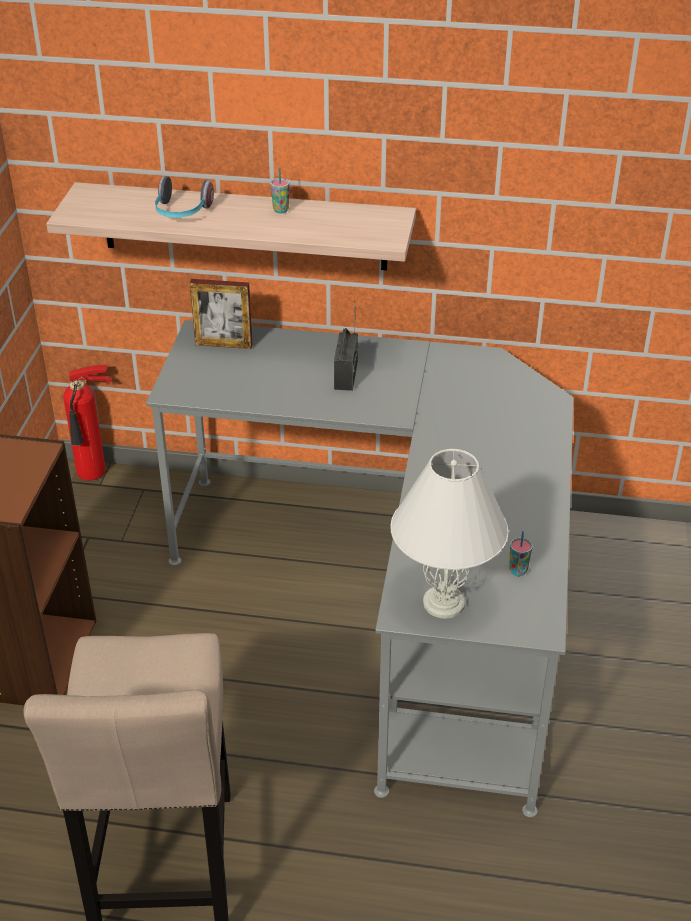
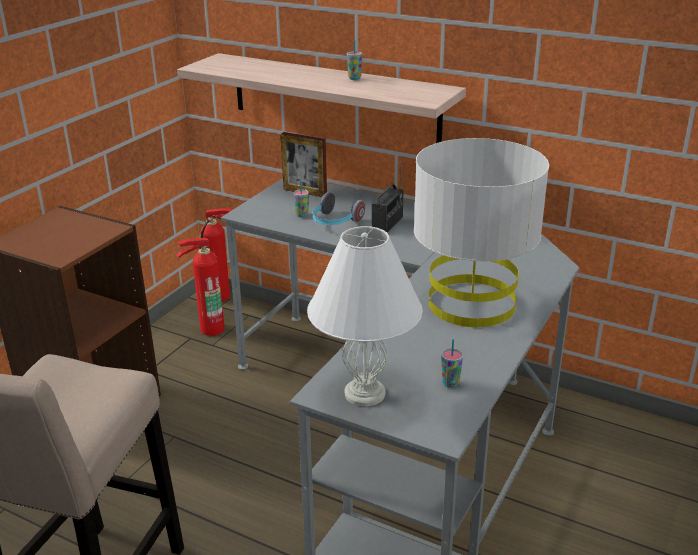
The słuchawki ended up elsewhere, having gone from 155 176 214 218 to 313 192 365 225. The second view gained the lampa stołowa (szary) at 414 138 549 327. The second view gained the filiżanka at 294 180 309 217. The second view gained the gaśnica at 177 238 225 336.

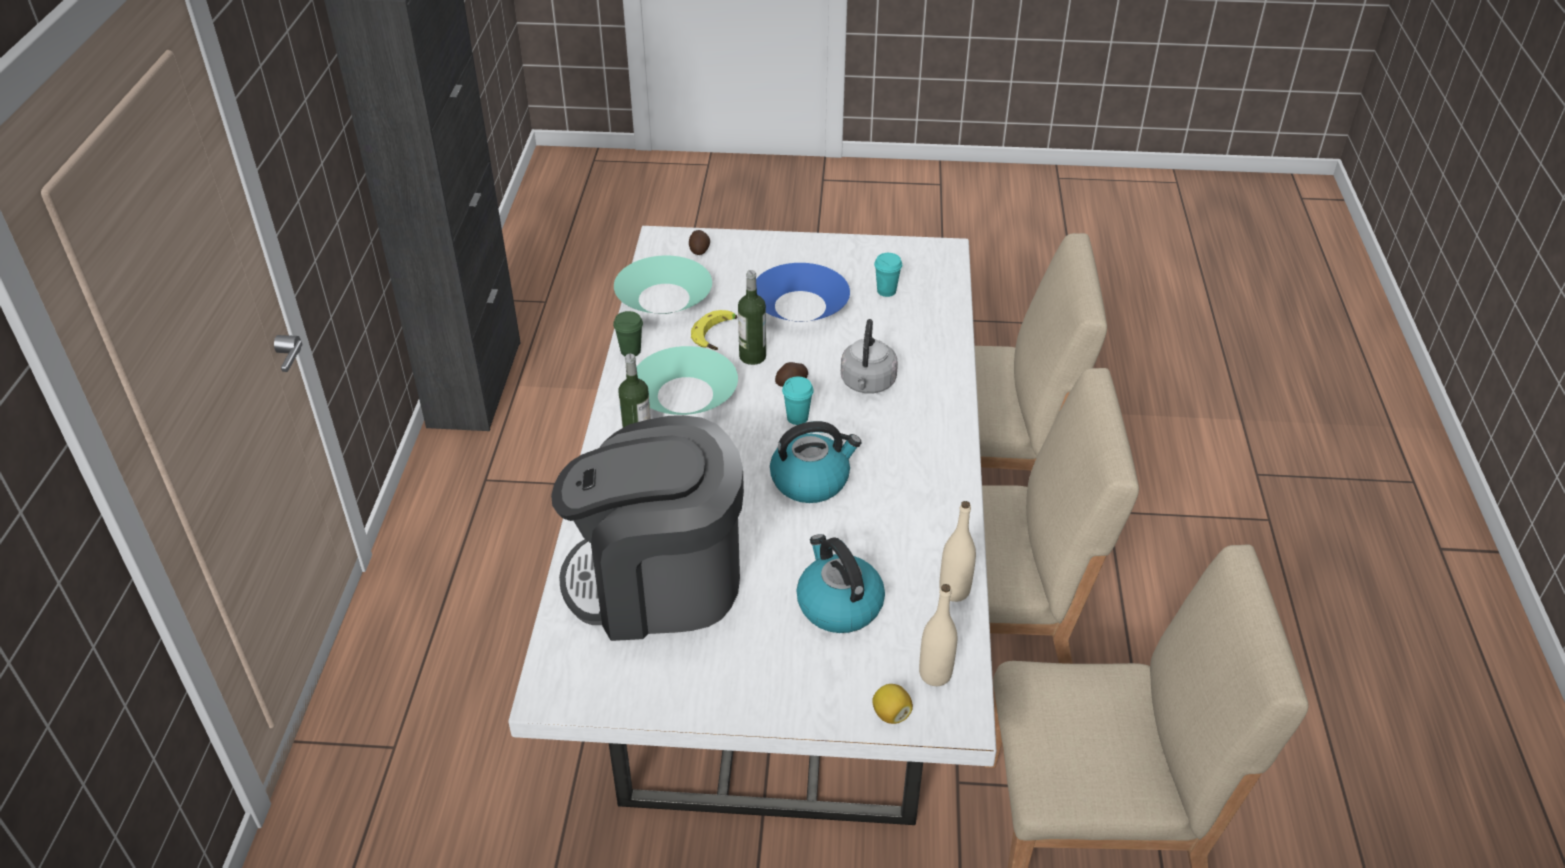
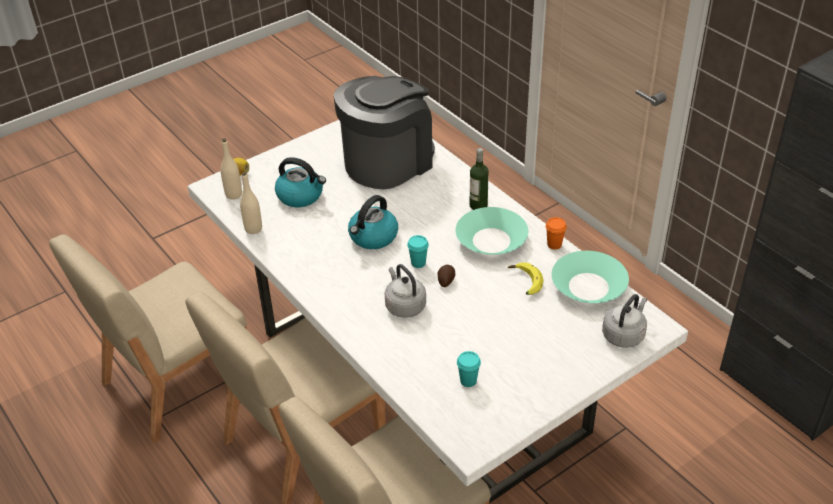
Where the ziemniak stood at 689 230 710 255, the czajnik (szary) came to stand at 602 294 647 348. The second view lost the miska (niebieski) at 756 263 850 322. The second view lost the butelka at 738 270 766 365. What was the filiżanka (zielony) at 613 311 643 356 turned into the filiżanka (pomarańczowy) at 546 217 567 250.

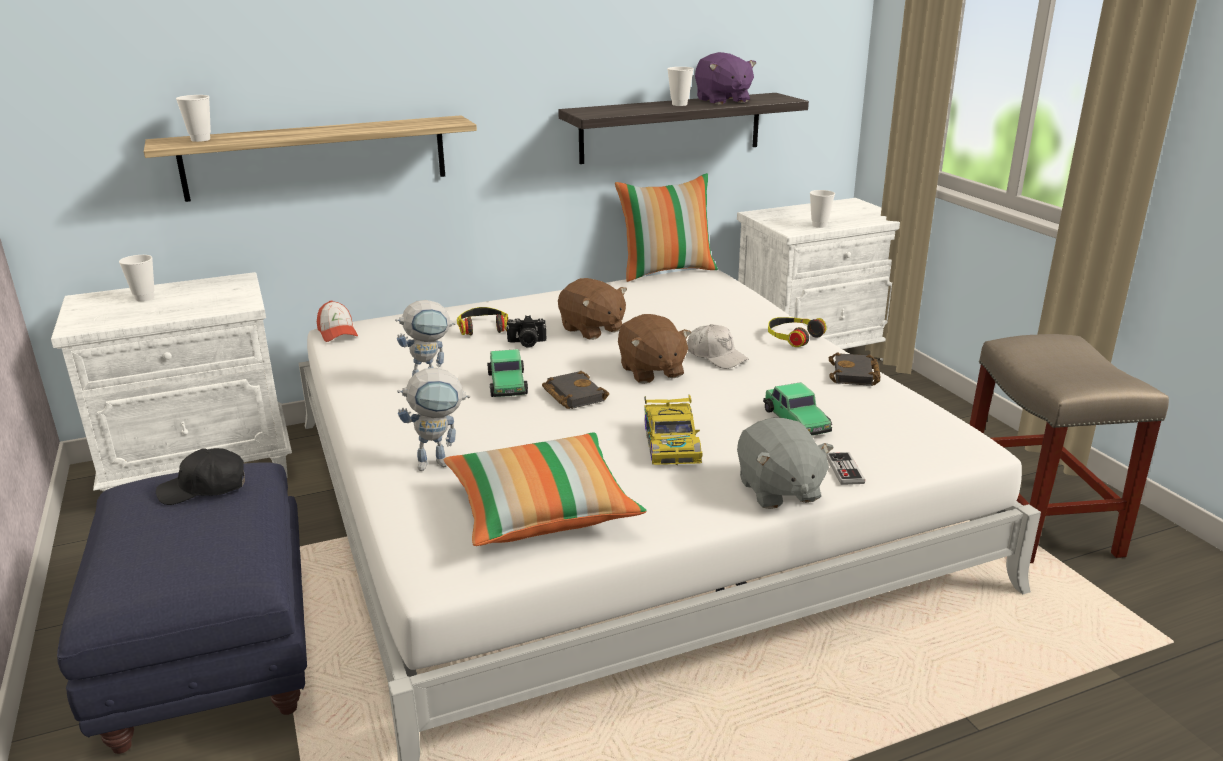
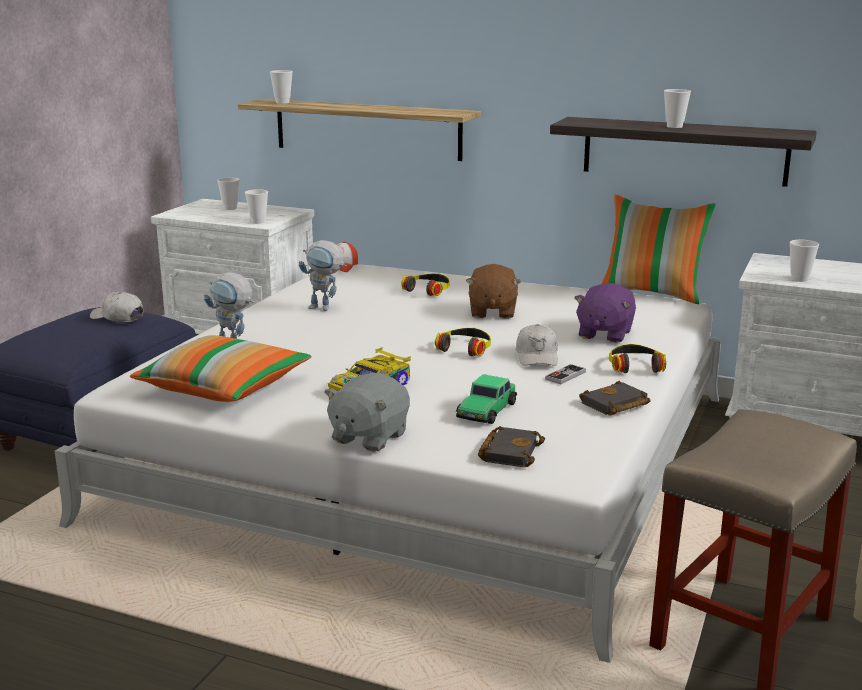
The pluszak (fioletowy) ended up elsewhere, having gone from 695 52 756 105 to 574 283 636 343. Where the pluszak (brązowy) stood at 618 314 691 384, the słuchawki came to stand at 435 328 491 356. The second view lost the aparat fotograficzny at 506 315 546 348. The second view lost the samochodzik at 487 349 528 397. The książka (czarny) ended up elsewhere, having gone from 542 371 609 409 to 478 426 545 467. What was the czapka z daszkiem (czarny) at 156 448 245 505 turned into the czapka z daszkiem (biały) at 90 291 144 322. The pad do gier ended up elsewhere, having gone from 827 452 865 485 to 545 364 586 384. The second view gained the filiżanka at 245 189 268 224.

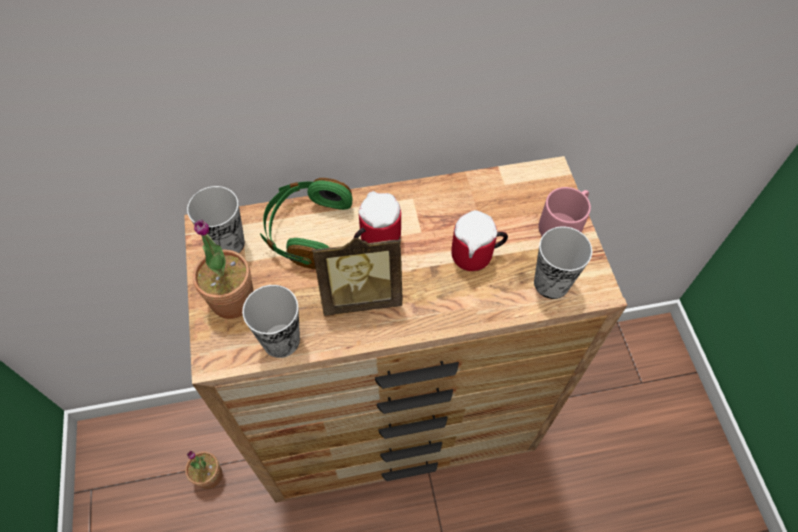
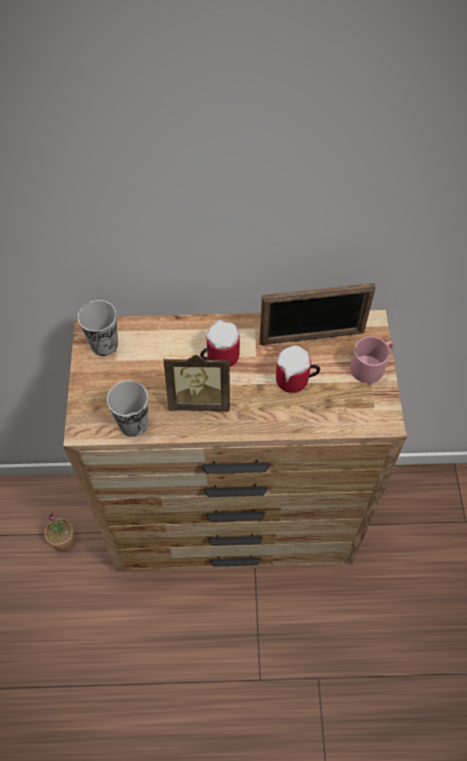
The second view lost the słuchawki (zielony) at 260 178 353 269. The second view lost the roślina doniczkowa at 193 219 254 319. The second view lost the filiżanka at 534 226 592 299. The second view gained the ramka na zdjęcie at 259 283 376 345.

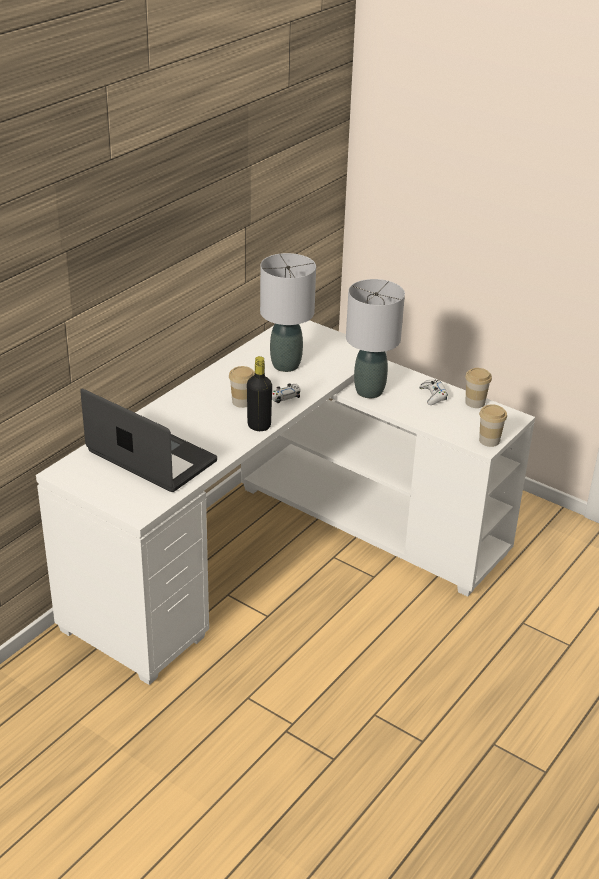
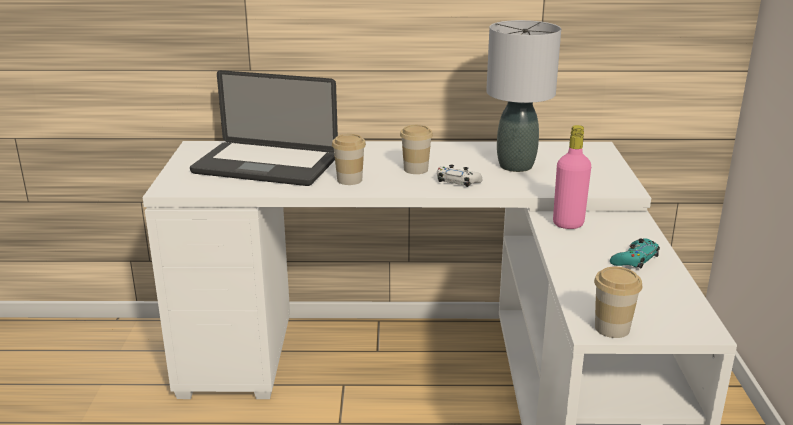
Where the lampa stołowa (szary) stood at 346 279 405 398, the butelka (różowy) came to stand at 553 125 591 229. The second view lost the butelka (czarny) at 247 356 272 431. The filiżanka ended up elsewhere, having gone from 465 368 492 408 to 332 134 366 185. What was the pad do gier (biały) at 420 379 448 405 turned into the pad do gier (turkusowy) at 610 238 660 269. The laptop at 80 389 217 492 ended up facing another way, 105 degrees clockwise from before.

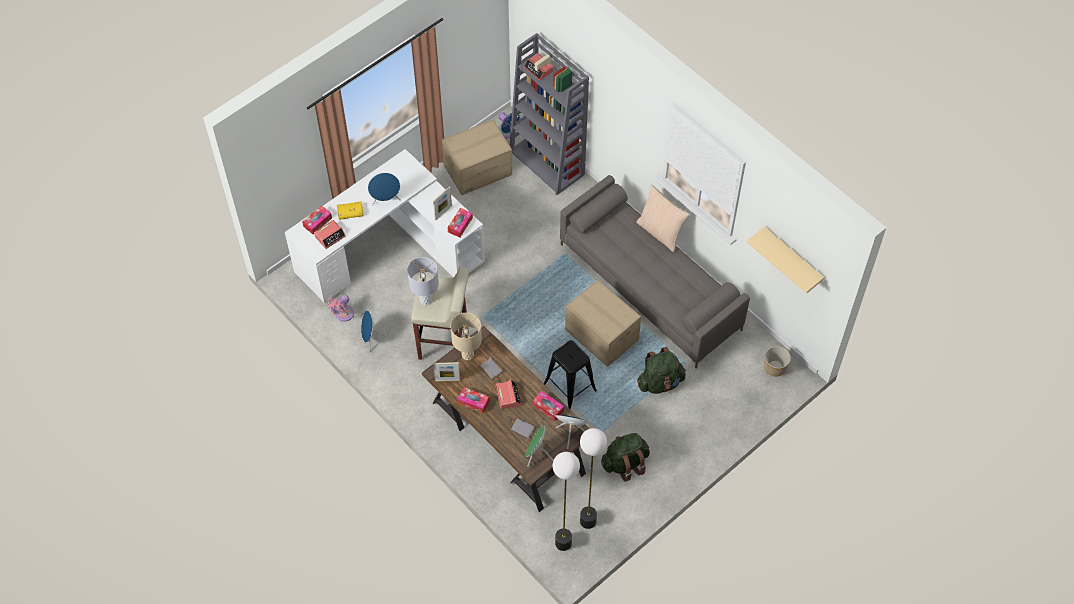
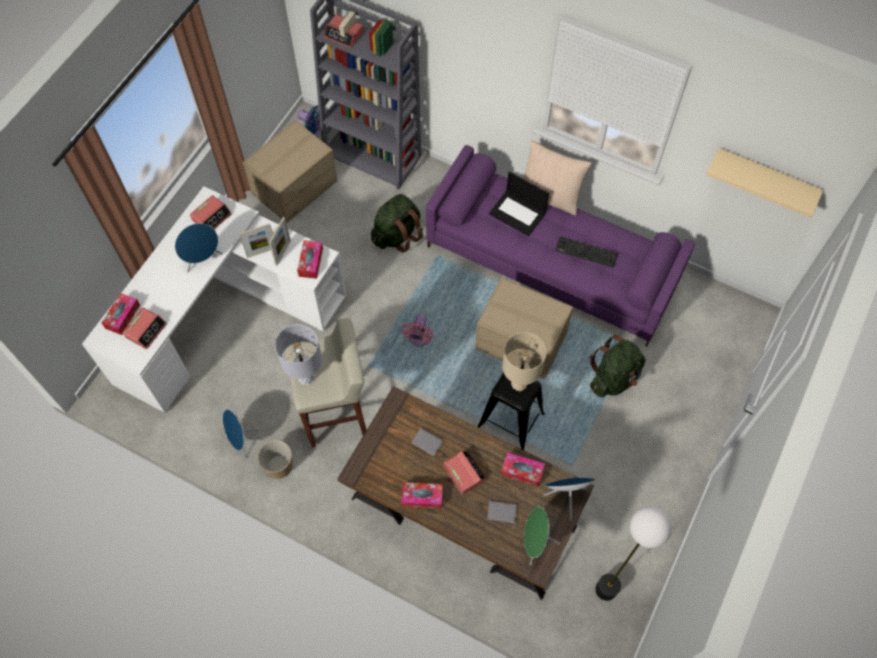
What was the kanapa (szary) at 560 175 750 368 turned into the kanapa (fioletowy) at 426 145 695 347. The second view lost the książka (żółty) at 337 201 364 220. The wentylator (różowy) ended up elsewhere, having gone from 326 294 354 322 to 401 313 434 346. The lampa stołowa (beżowy) ended up elsewhere, having gone from 450 313 482 360 to 502 332 546 391. The donica ended up elsewhere, having gone from 764 346 791 377 to 257 440 293 479. The ramka na zdjęcie ended up elsewhere, having gone from 433 362 460 382 to 239 223 273 258. The plecak (zielony) ended up elsewhere, having gone from 601 433 650 482 to 371 194 423 253. The second view lost the lampa stojąca at 553 452 580 551. The second view gained the laptop at 489 172 549 236. The second view gained the budzik at 190 195 232 229. The second view gained the klawiatura at 555 237 618 268.

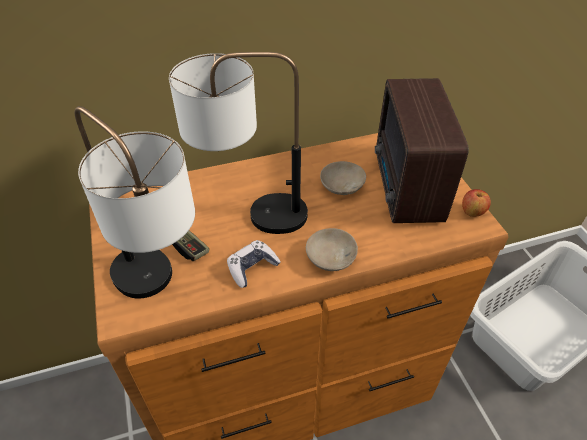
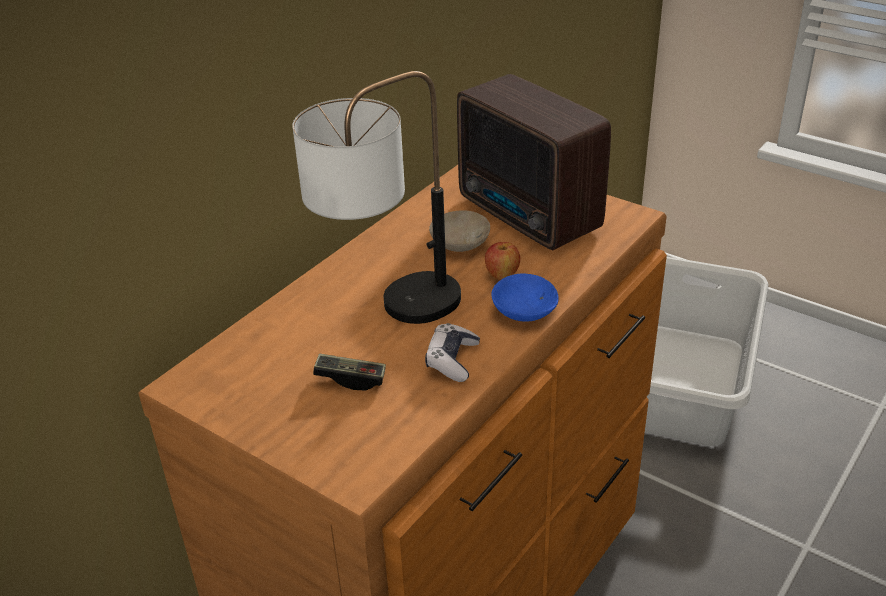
The second view lost the lampa stołowa at 75 106 195 299. The jabłko ended up elsewhere, having gone from 462 189 491 217 to 485 242 520 280. What was the miska (beżowy) at 306 228 358 271 turned into the miska (niebieski) at 491 274 559 322.

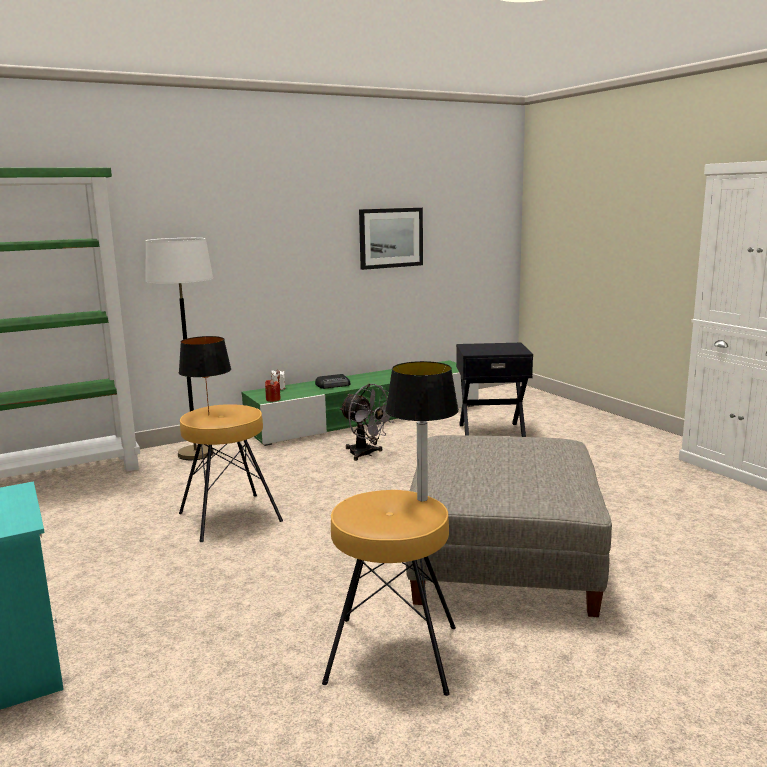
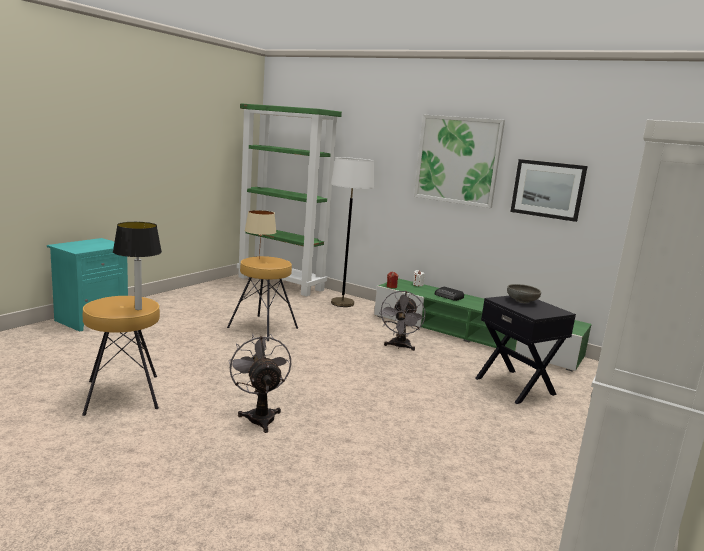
What was the lampa stołowa (czarny) at 179 336 231 414 turned into the lampa stołowa (beżowy) at 245 210 277 259. Where the pufa (szary) stood at 406 435 612 617, the wentylator (szary) came to stand at 228 334 291 433. The second view gained the obraz at 414 114 505 208. The second view gained the miska (szary) at 507 284 541 303.

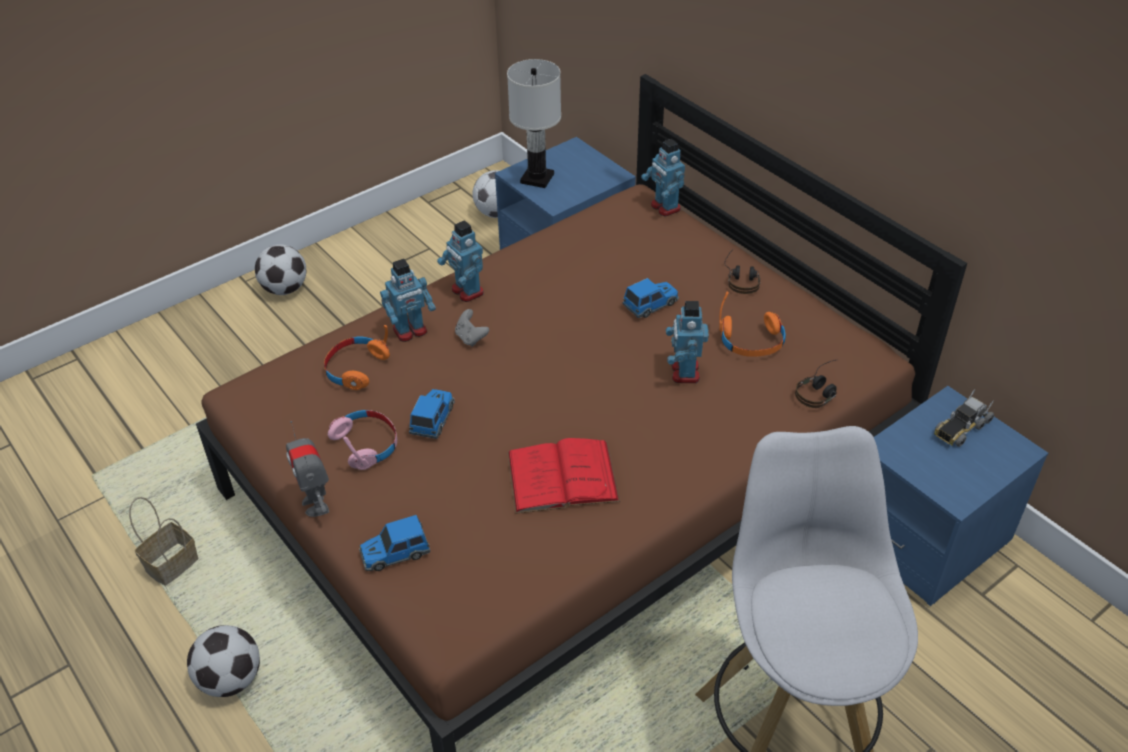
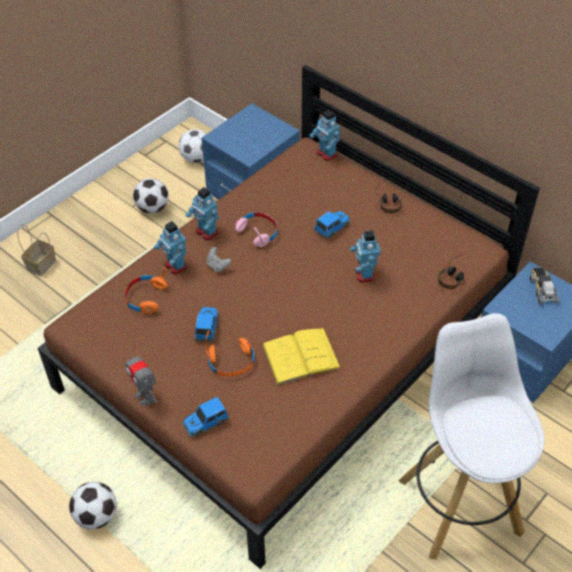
The second view lost the lampa stołowa (biały) at 507 59 561 188. The piłka futbolowa ended up elsewhere, having gone from 255 244 306 295 to 133 178 169 214. The robot zabawkowy at 380 259 436 342 ended up facing another way, 90 degrees clockwise from before. The słuchawki (pomarańczowy) ended up elsewhere, having gone from 719 291 786 357 to 205 330 255 377. The ciężarówka zabawkowa at 934 389 994 447 ended up facing another way, 135 degrees clockwise from before. The słuchawki (różowy) ended up elsewhere, having gone from 328 410 397 470 to 235 212 278 247. What was the książka (czerwony) at 507 438 620 514 turned into the książka (żółty) at 262 328 342 385. The koszyk ended up elsewhere, having gone from 129 497 199 585 to 17 224 56 276.

